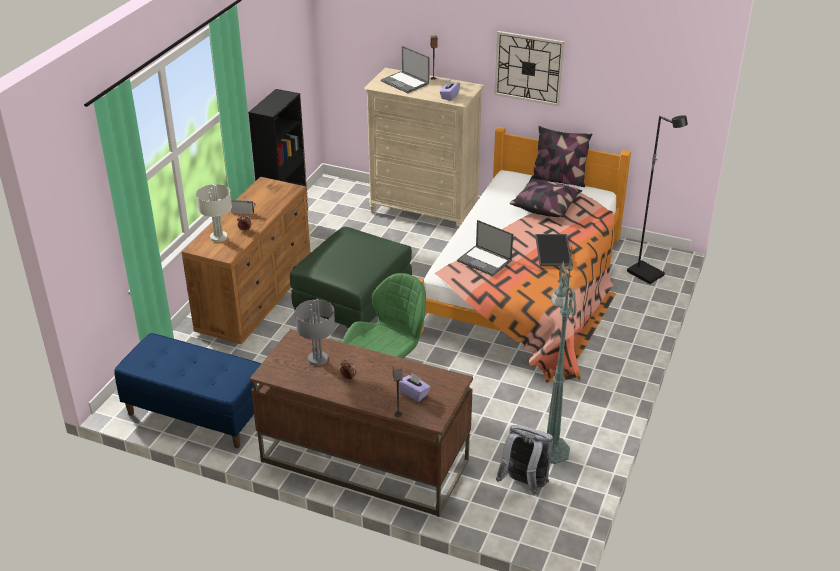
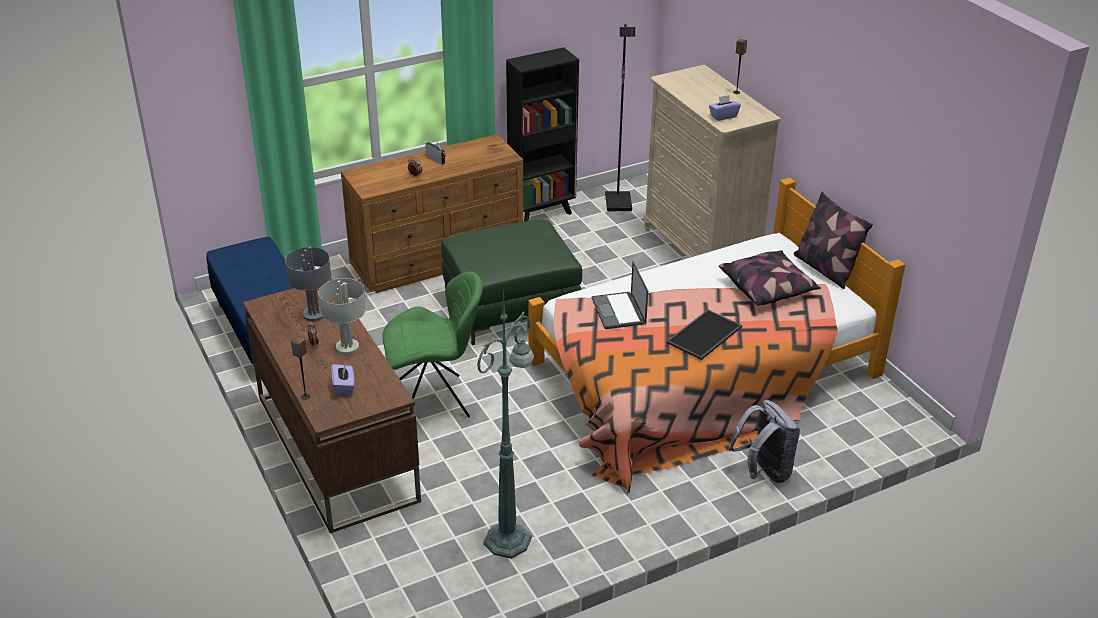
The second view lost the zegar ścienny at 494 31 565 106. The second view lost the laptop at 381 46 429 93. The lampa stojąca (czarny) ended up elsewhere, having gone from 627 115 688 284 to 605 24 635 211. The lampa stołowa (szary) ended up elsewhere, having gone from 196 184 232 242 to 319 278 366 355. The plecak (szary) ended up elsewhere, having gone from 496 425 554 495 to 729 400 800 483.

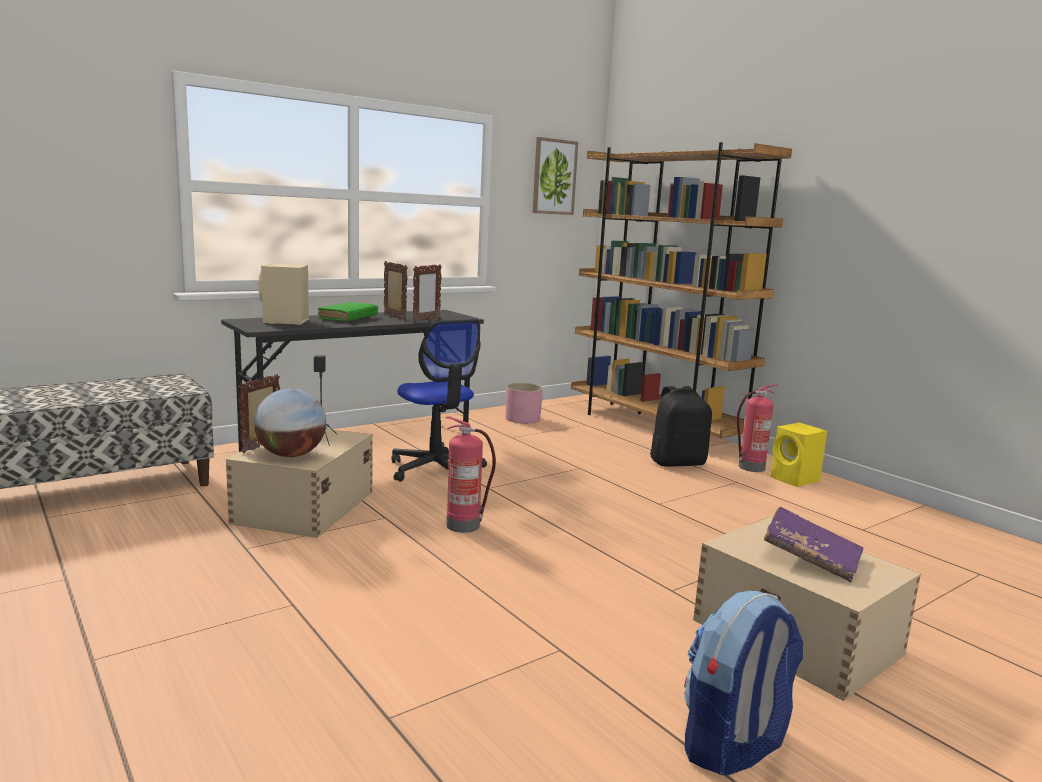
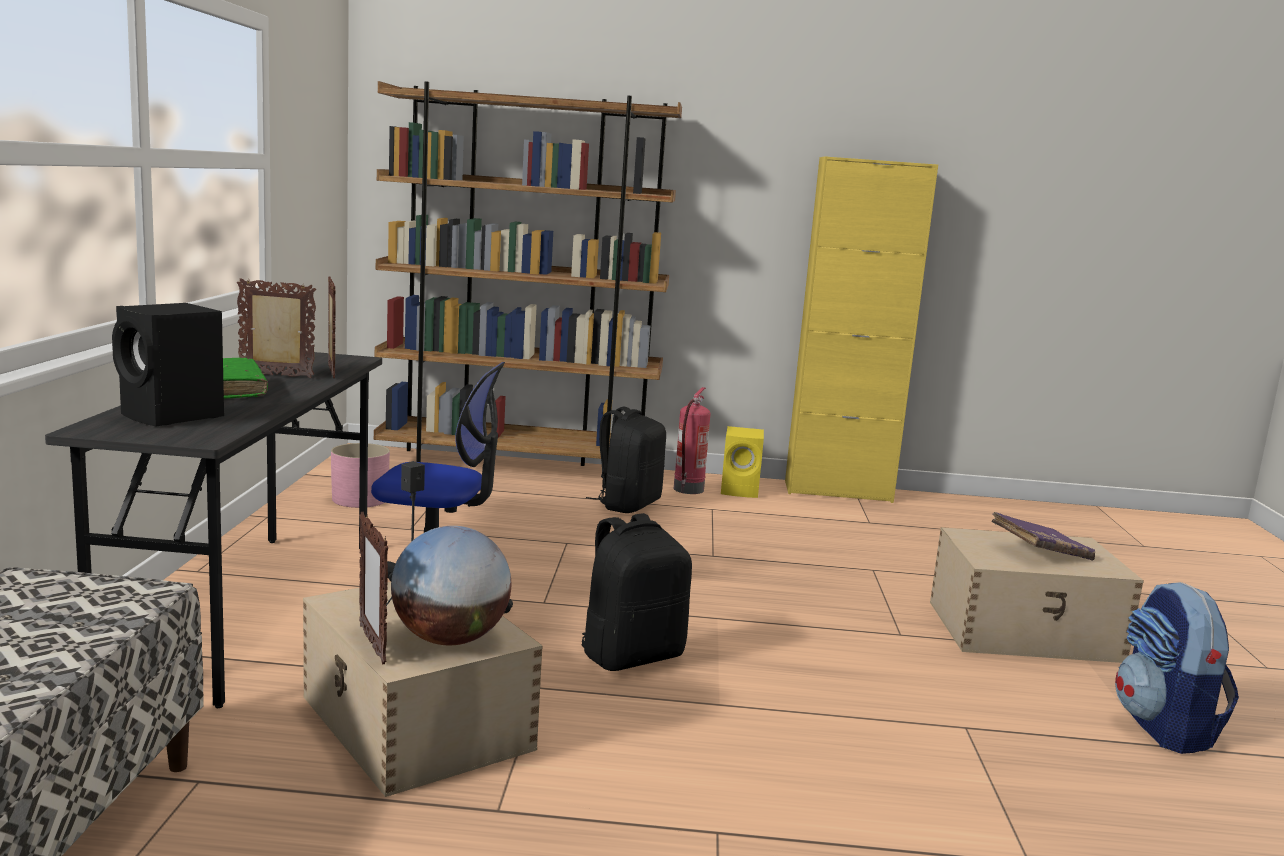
The second view lost the obraz at 533 137 578 215. What was the głośnik (beżowy) at 259 263 309 325 turned into the głośnik (czarny) at 112 303 224 426. Where the gaśnica stood at 445 416 496 533, the plecak (czarny) came to stand at 582 513 692 671. The second view gained the szafka (żółty) at 785 156 938 503.

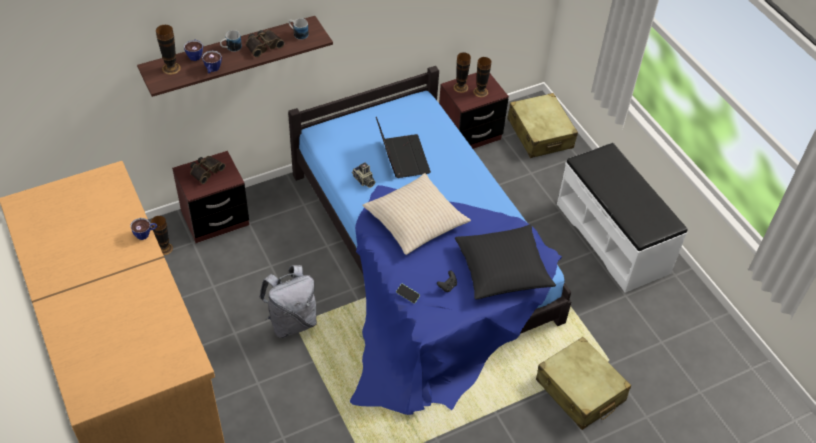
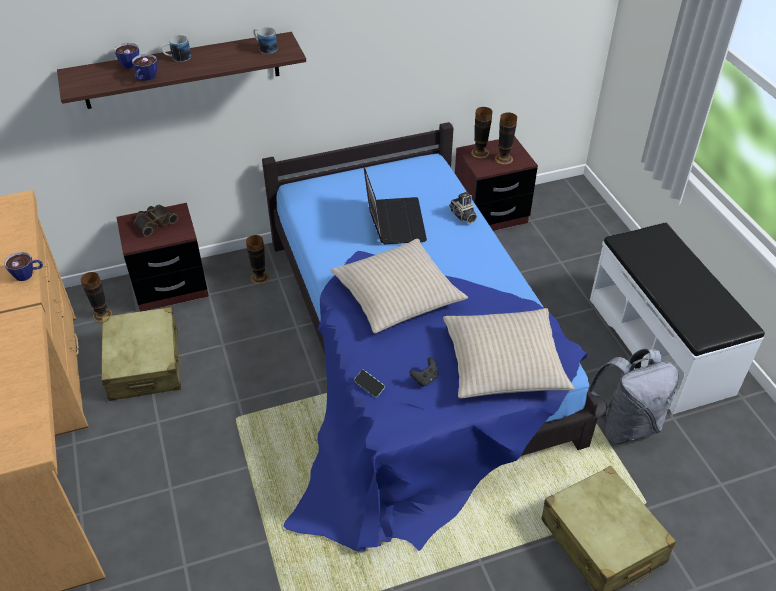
The wazon ended up elsewhere, having gone from 156 25 181 75 to 246 235 269 284. The second view lost the lornetka at 246 30 285 58. The walizka (beżowy) ended up elsewhere, having gone from 507 93 578 158 to 101 307 181 401. The aparat fotograficzny ended up elsewhere, having gone from 352 162 375 188 to 449 192 477 223. What was the poduszka (czarny) at 455 225 556 300 turned into the poduszka (beżowy) at 443 308 575 398. The plecak (szary) ended up elsewhere, having gone from 259 265 317 338 to 589 349 678 444.

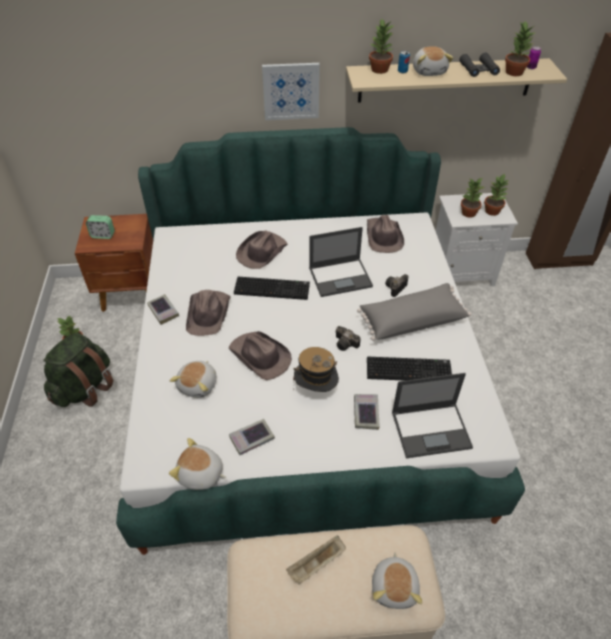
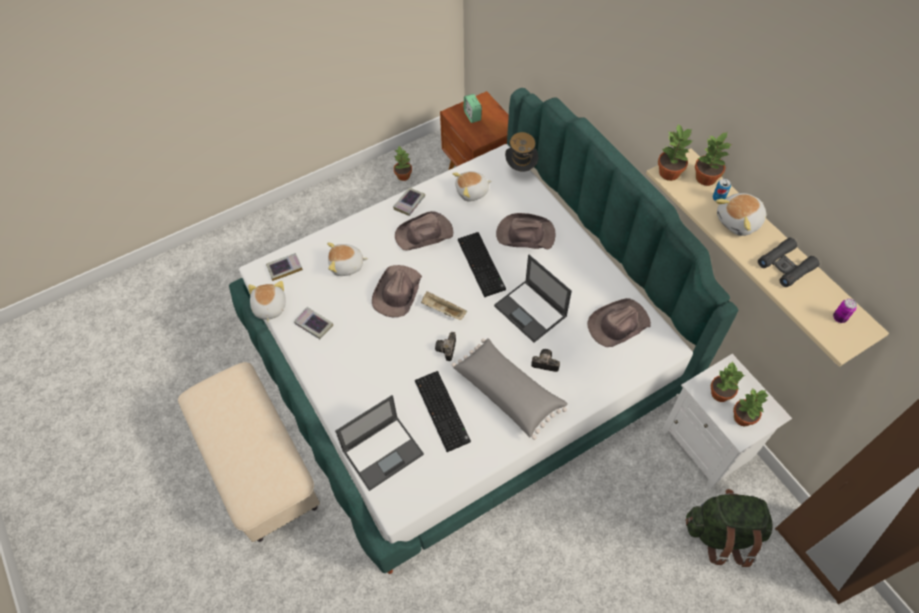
The roślina doniczkowa ended up elsewhere, having gone from 505 20 537 76 to 658 124 692 181. The second view lost the obraz at 262 63 320 120. The plecak (zielony) ended up elsewhere, having gone from 43 333 113 407 to 686 489 773 567. The kapelusz ended up elsewhere, having gone from 293 347 339 392 to 505 132 538 172. The laptop at 392 373 473 458 ended up facing another way, 90 degrees counterclockwise from before. The książka ended up elsewhere, having gone from 354 394 380 430 to 266 253 303 281. The taca (beżowy) ended up elsewhere, having gone from 286 536 346 585 to 421 291 467 320. The pluszak ended up elsewhere, having gone from 372 552 422 609 to 453 171 492 202.

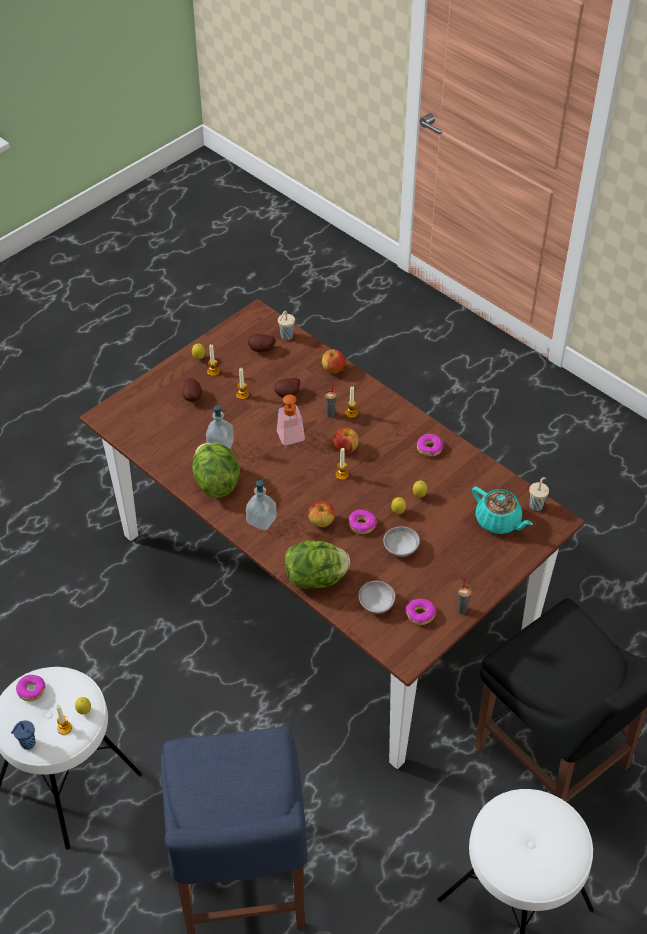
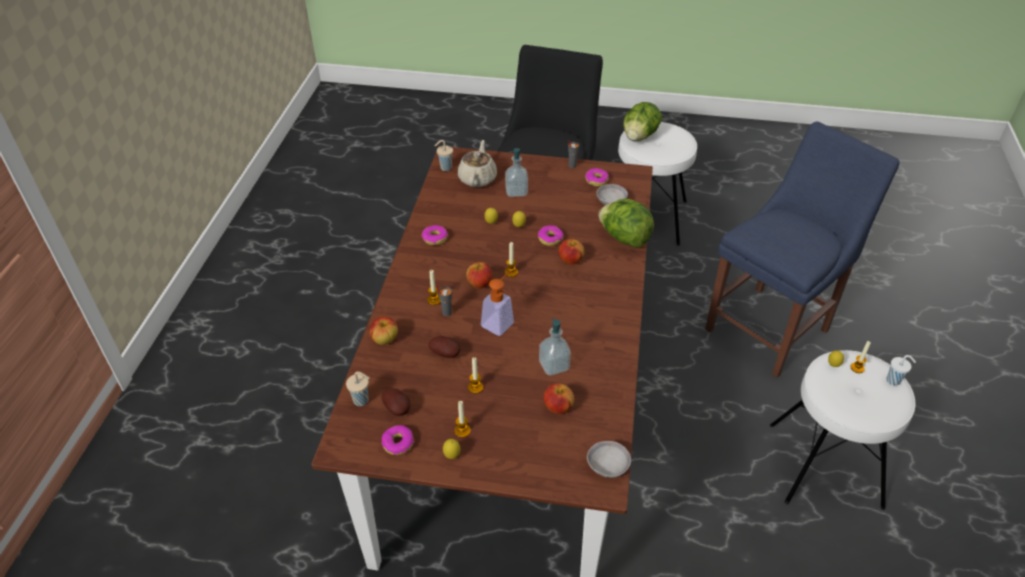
The second view lost the ziemniak at 182 378 202 402. The sałata ended up elsewhere, having gone from 192 443 240 498 to 623 102 662 141. The dozownik mydła ended up elsewhere, having gone from 246 478 277 530 to 505 148 528 197. What was the imbryk (turkusowy) at 472 486 533 534 turned into the imbryk (beżowy) at 458 140 497 187. The miska (szary) ended up elsewhere, having gone from 383 526 420 557 to 587 441 631 478. The donut ended up elsewhere, having gone from 16 675 46 701 to 382 425 414 455. What was the filiżanka (niebieski) at 11 721 36 750 turned into the filiżanka (biały) at 886 355 916 386. The second view gained the jabłko at 543 383 574 414.

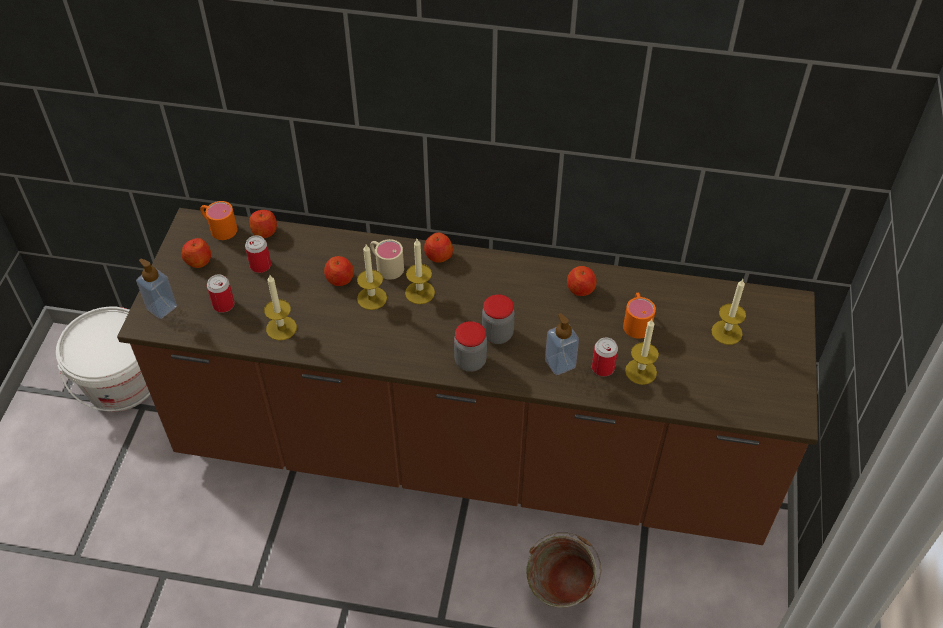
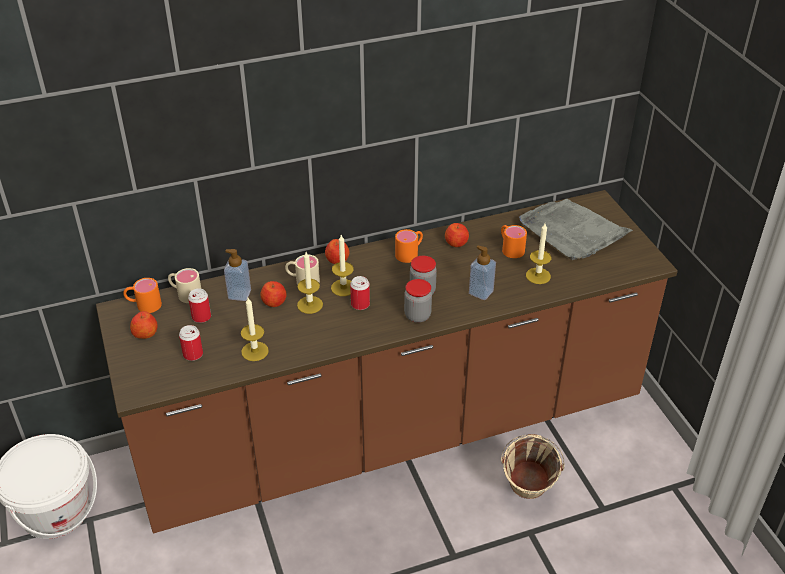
Where the jabłko stood at 249 210 277 238, the kubek (beżowy) came to stand at 168 268 201 303. The dozownik mydła ended up elsewhere, having gone from 136 258 177 319 to 224 249 251 301. Where the świeca stood at 711 279 746 345, the taca (szary) came to stand at 519 199 633 260. The puszka ended up elsewhere, having gone from 592 337 618 377 to 350 276 370 310. What was the wiadro (zielony) at 526 533 601 608 turned into the wiadro (beżowy) at 501 434 565 499. The second view gained the kubek (pomarańczowy) at 395 229 423 263.

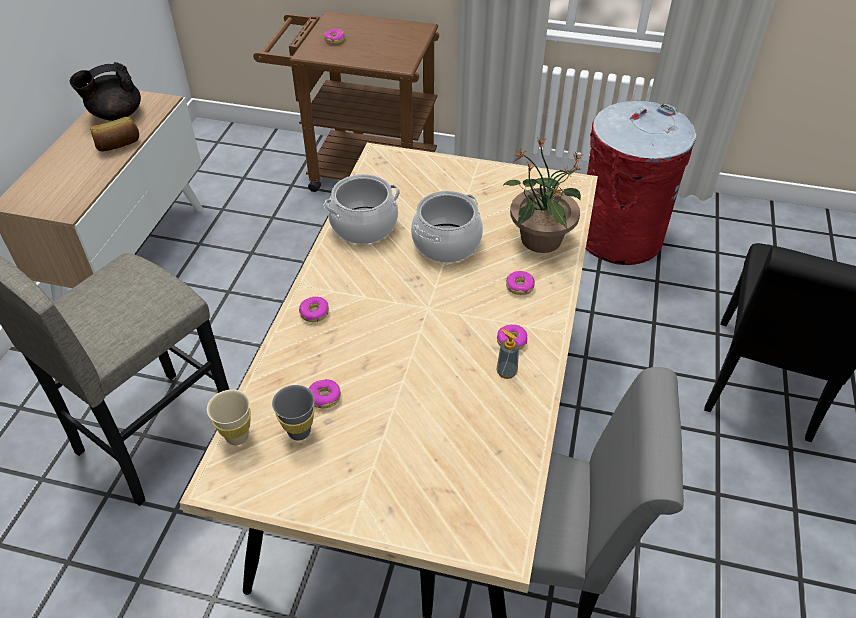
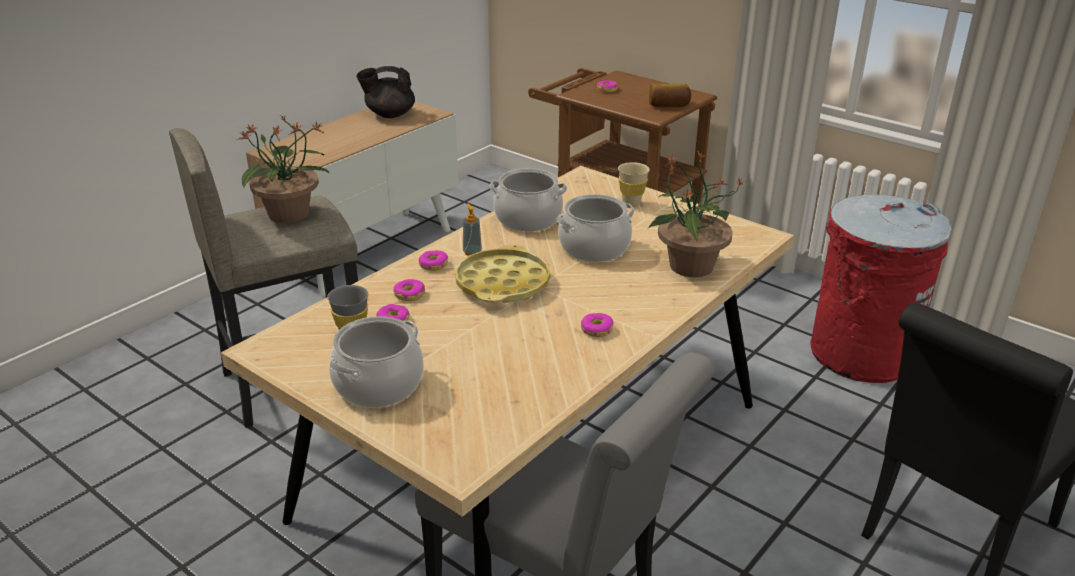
The chleb ended up elsewhere, having gone from 90 117 139 151 to 649 83 691 107. The donut ended up elsewhere, having gone from 506 271 535 295 to 393 279 425 301. The dozownik mydła ended up elsewhere, having gone from 496 329 519 379 to 463 204 482 256. The filiżanka (beżowy) ended up elsewhere, having gone from 207 390 251 445 to 618 162 650 207. The second view gained the roślina doniczkowa at 236 116 329 223. The second view gained the taca (żółty) at 455 245 550 303. The second view gained the garnek at 329 316 424 408.

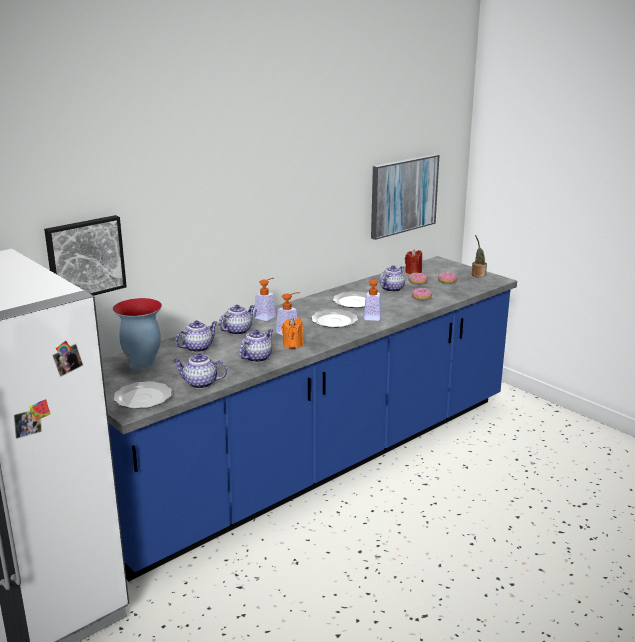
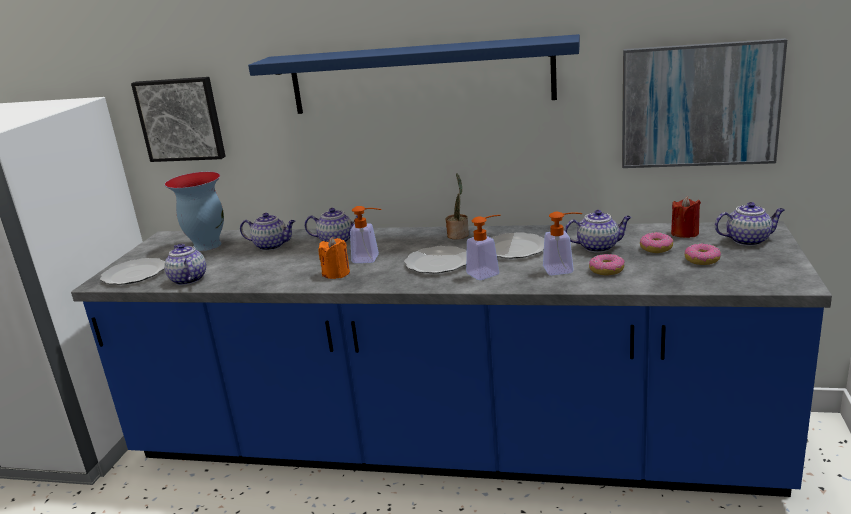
The roślina doniczkowa ended up elsewhere, having gone from 472 235 487 278 to 446 173 469 240. The dozownik mydła ended up elsewhere, having gone from 254 278 276 321 to 543 212 582 275. The imbryk ended up elsewhere, having gone from 239 329 273 363 to 715 202 785 246. The second view gained the półka (niebieski) at 248 34 580 114.

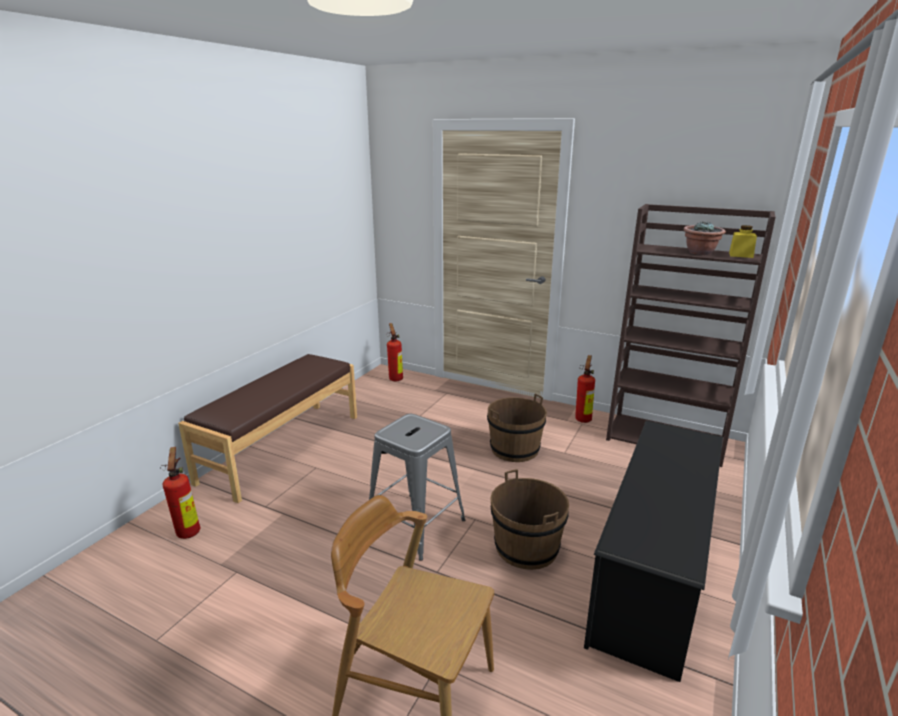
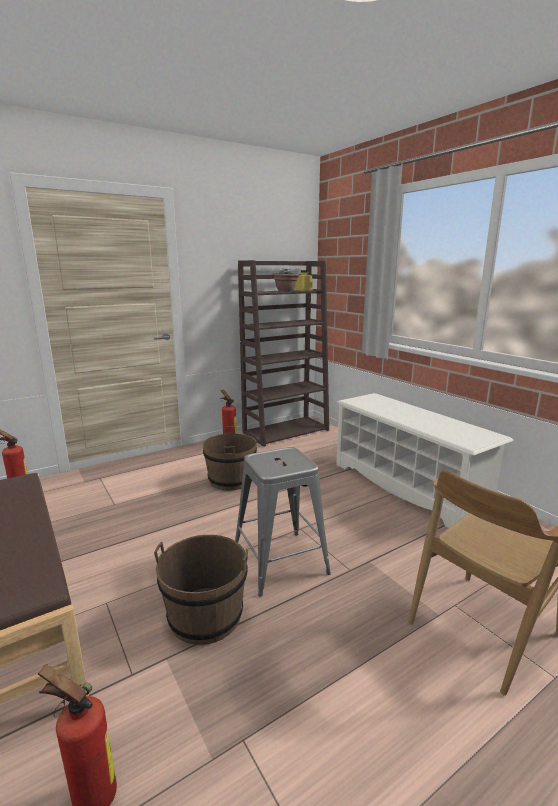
What was the regał na buty (czarny) at 584 421 723 682 turned into the regał na buty (biały) at 336 393 514 528. The wiadro (brązowy) ended up elsewhere, having gone from 490 469 569 570 to 154 535 248 645.

